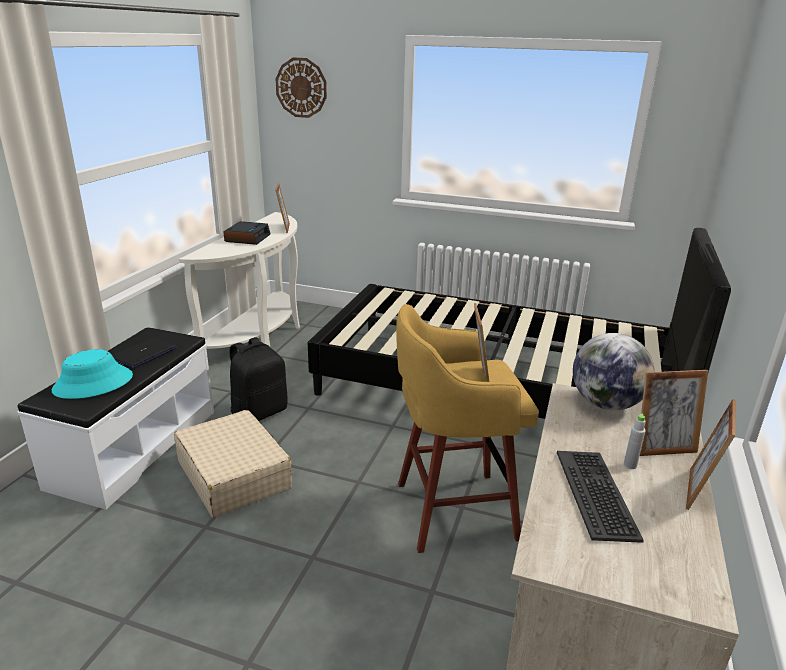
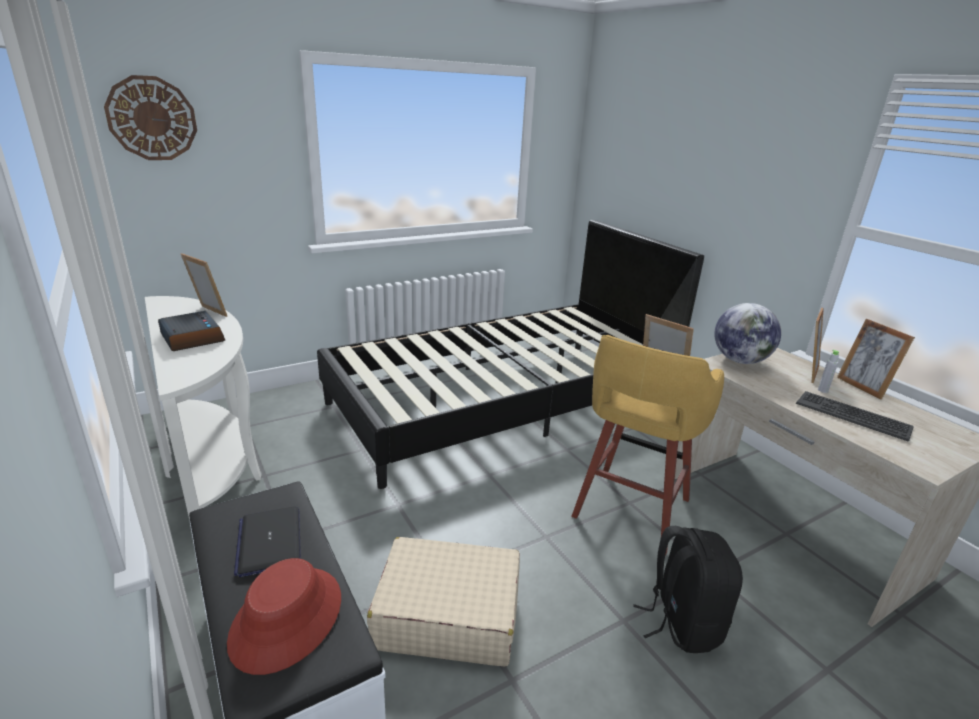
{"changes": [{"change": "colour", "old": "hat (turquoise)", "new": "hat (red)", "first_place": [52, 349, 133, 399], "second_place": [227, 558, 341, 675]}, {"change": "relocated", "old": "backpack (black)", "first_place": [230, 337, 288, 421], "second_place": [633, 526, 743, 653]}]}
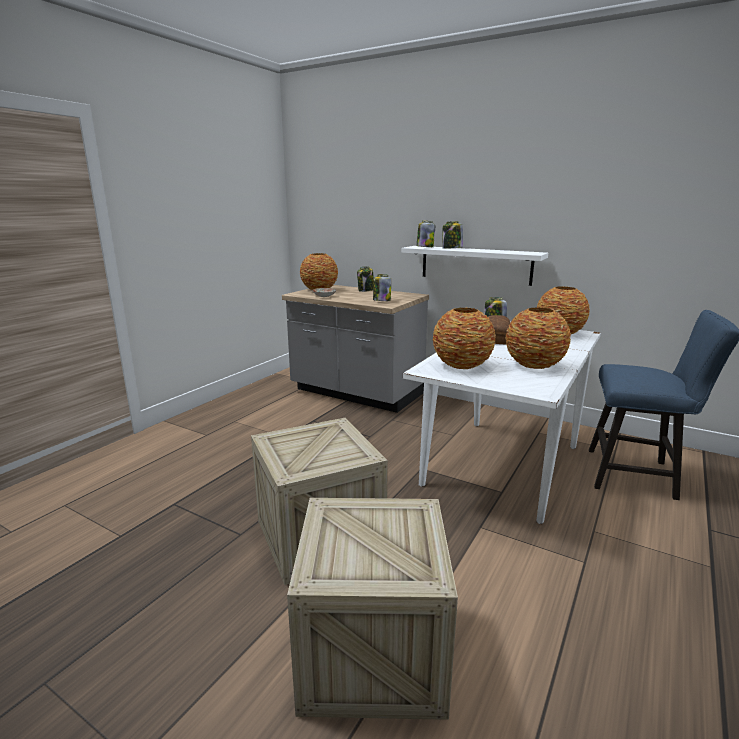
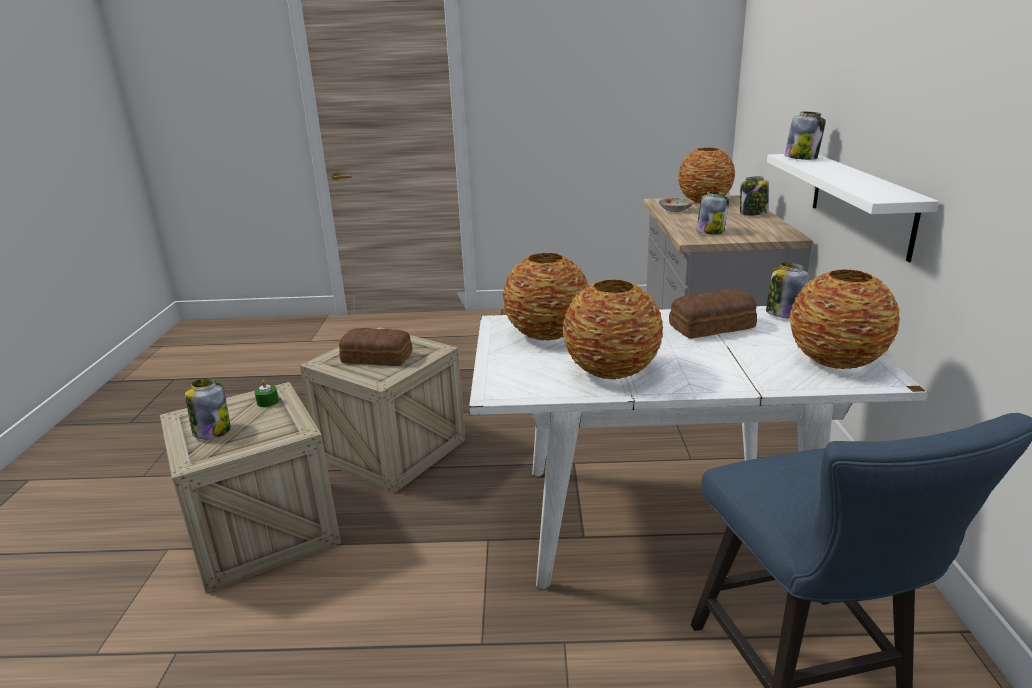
{"changes": [{"change": "relocated", "old": "jar", "first_place": [442, 221, 463, 249], "second_place": [185, 378, 231, 439]}, {"change": "appeared", "new": "candle (green)", "second_place": [254, 380, 279, 407]}, {"change": "appeared", "new": "bread", "second_place": [339, 328, 413, 366]}]}
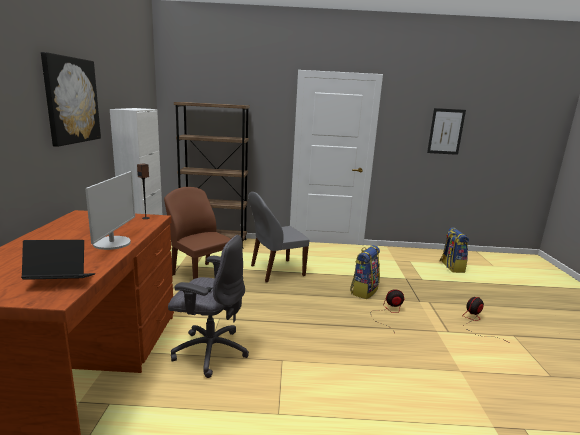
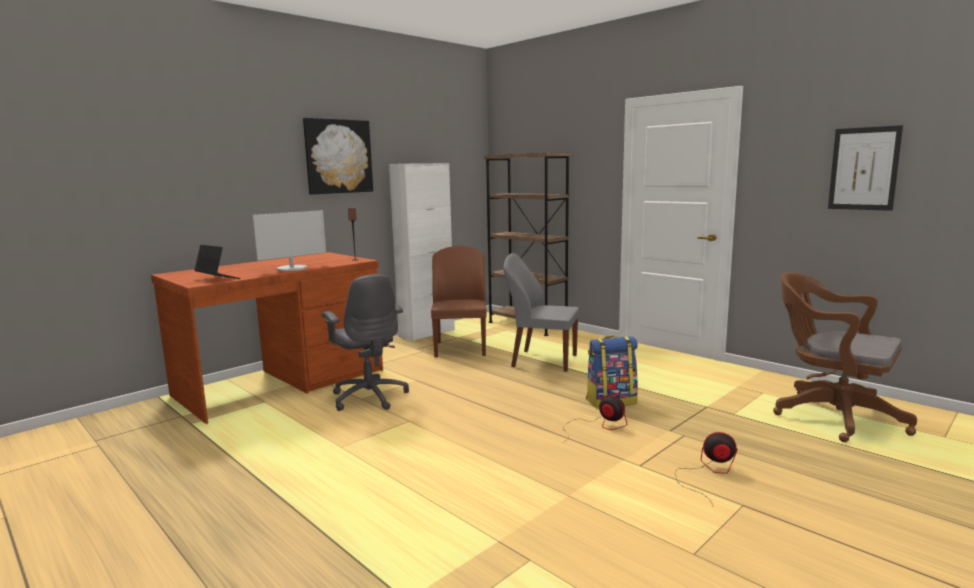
{"changes": [{"change": "exchanged", "old": "backpack", "new": "office chair (brown)", "first_place": [440, 227, 469, 273], "second_place": [773, 272, 917, 442]}]}
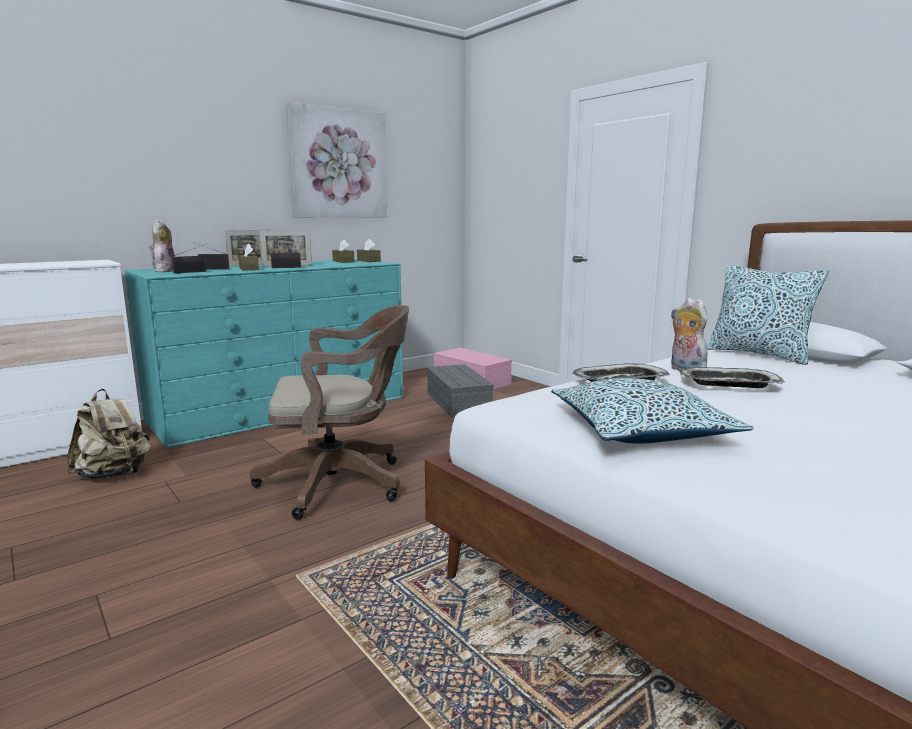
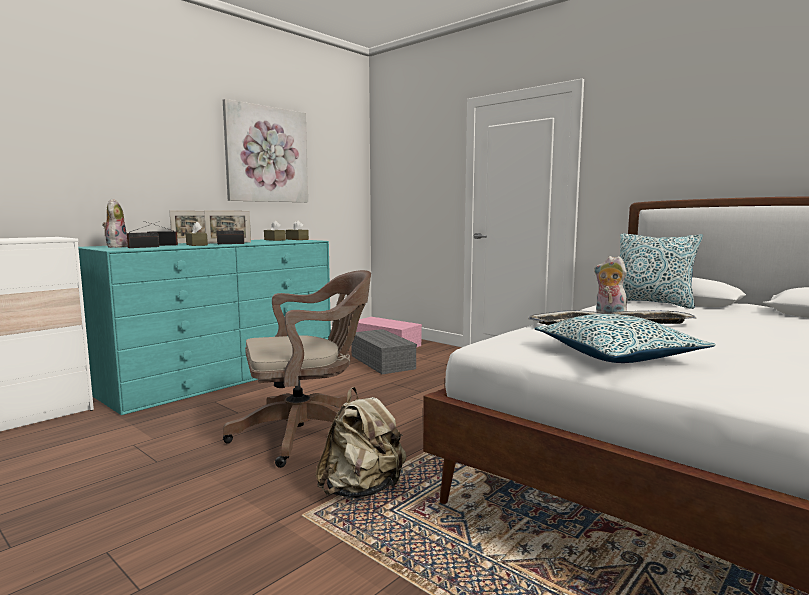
{"changes": [{"change": "relocated", "old": "backpack (beige)", "first_place": [67, 389, 150, 480], "second_place": [315, 387, 407, 499]}]}
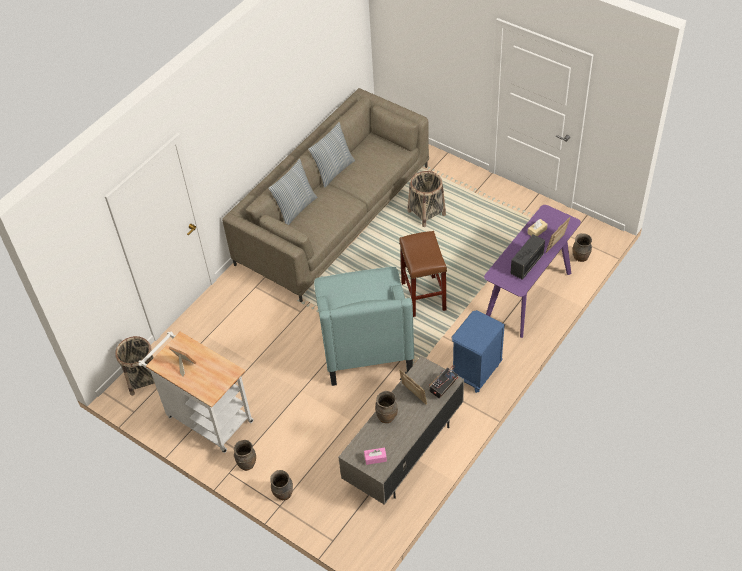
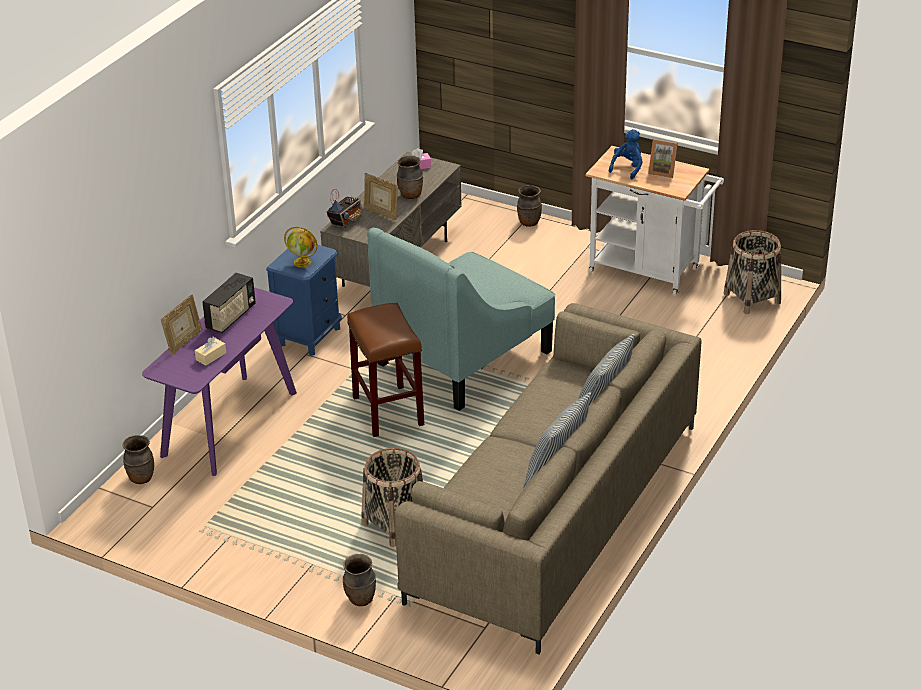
{"changes": [{"change": "relocated", "old": "vase (brown)", "first_place": [234, 440, 256, 471], "second_place": [343, 554, 376, 606]}, {"change": "spun", "old": "armchair (turquoise)", "first_place": [314, 267, 414, 386], "second_place": [367, 227, 555, 411], "degrees": -120}, {"change": "appeared", "new": "globe", "second_place": [284, 227, 317, 268]}, {"change": "appeared", "new": "plush toy (blue)", "second_place": [609, 129, 643, 179]}]}
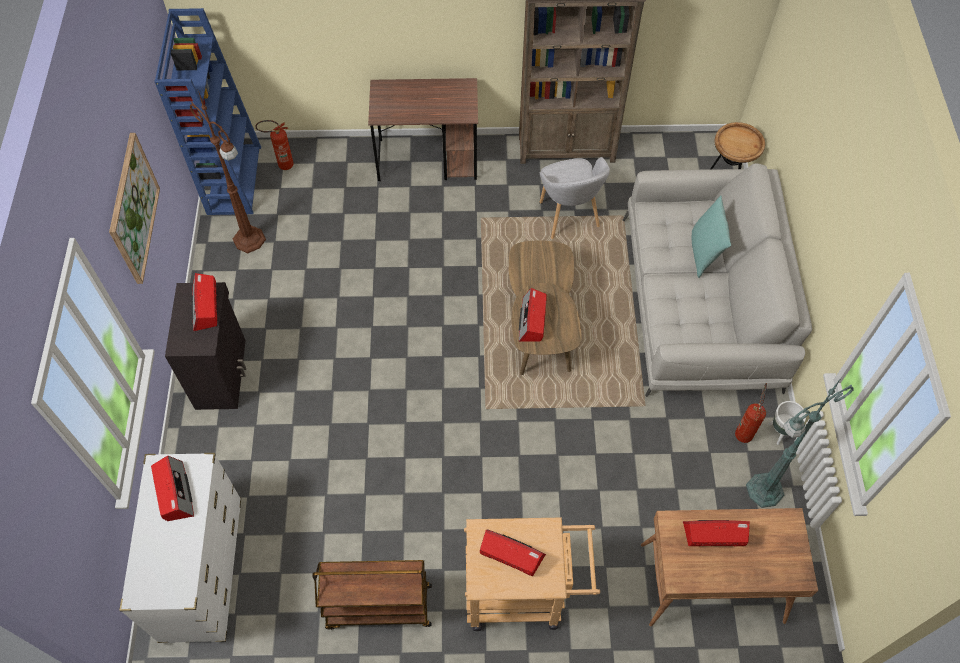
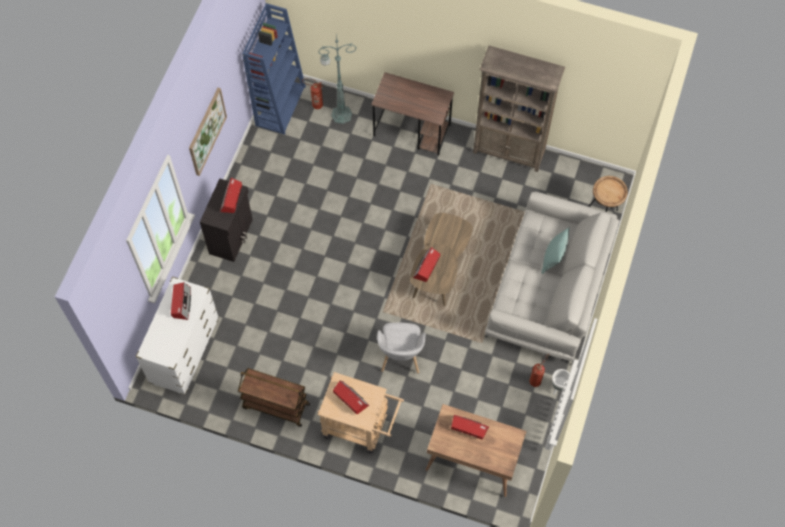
{"changes": [{"change": "missing", "old": "floor lamp (brown)", "first_place": [190, 91, 266, 253]}, {"change": "relocated", "old": "armchair (grey)", "first_place": [539, 157, 610, 239], "second_place": [377, 323, 425, 374]}, {"change": "relocated", "old": "floor lamp (green)", "first_place": [746, 378, 854, 508], "second_place": [318, 34, 356, 124]}]}
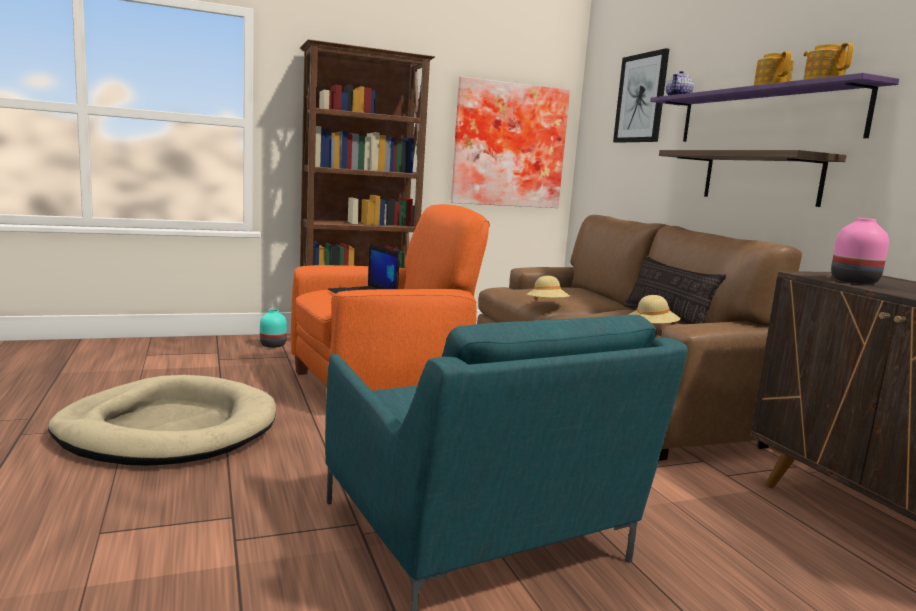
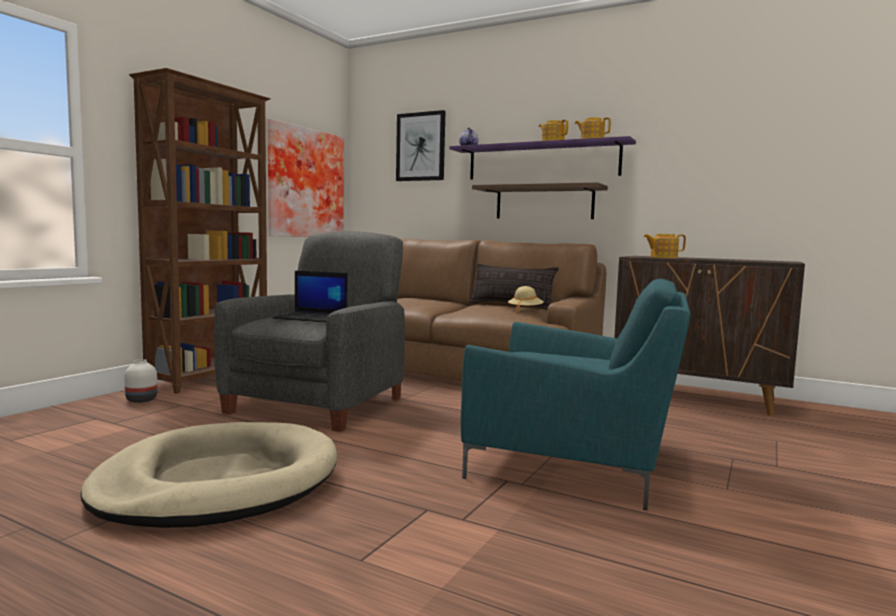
{"changes": [{"change": "colour", "old": "vase (turquoise)", "new": "vase (white)", "first_place": [260, 309, 287, 348], "second_place": [124, 359, 157, 403]}, {"change": "colour", "old": "armchair (orange)", "new": "armchair (grey)", "first_place": [291, 204, 490, 391], "second_place": [214, 231, 405, 432]}, {"change": "missing", "old": "hat (beige)", "first_place": [527, 276, 570, 301]}, {"change": "exchanged", "old": "vase (pink)", "new": "teapot", "first_place": [831, 218, 889, 284], "second_place": [643, 234, 686, 258]}]}
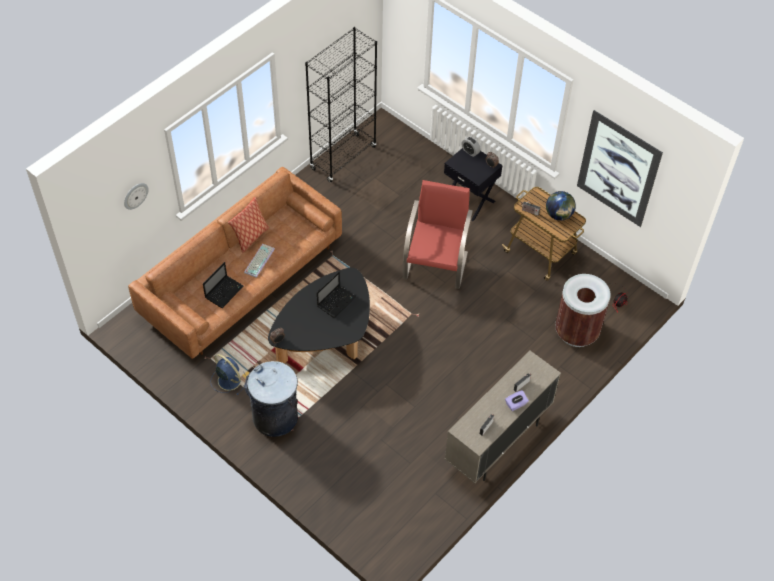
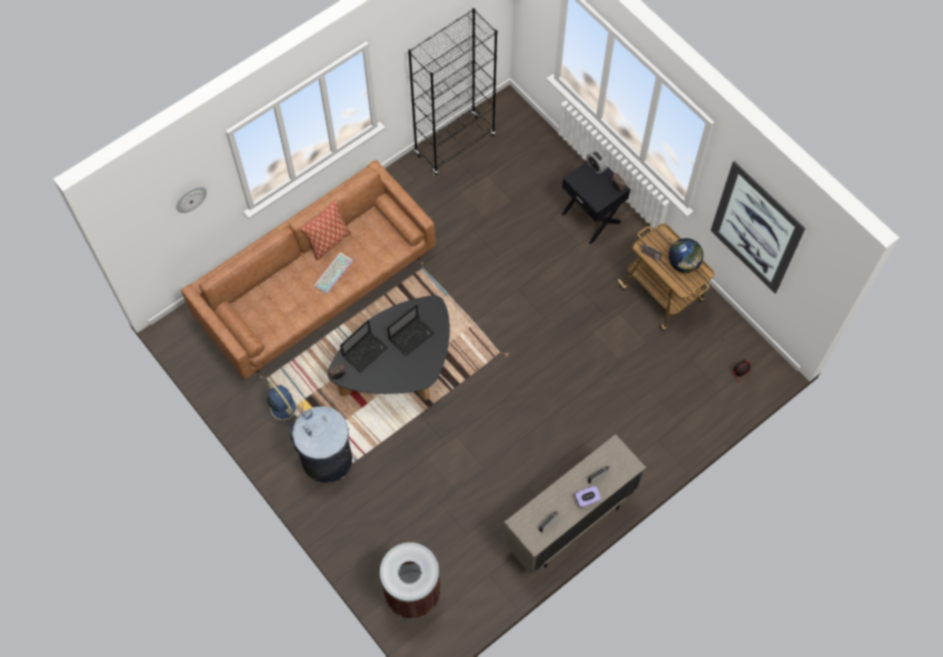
{"changes": [{"change": "relocated", "old": "laptop", "first_place": [203, 262, 244, 308], "second_place": [340, 320, 388, 373]}, {"change": "missing", "old": "armchair (red)", "first_place": [403, 180, 473, 289]}, {"change": "relocated", "old": "trash can (brown)", "first_place": [555, 274, 611, 347], "second_place": [380, 543, 440, 619]}]}
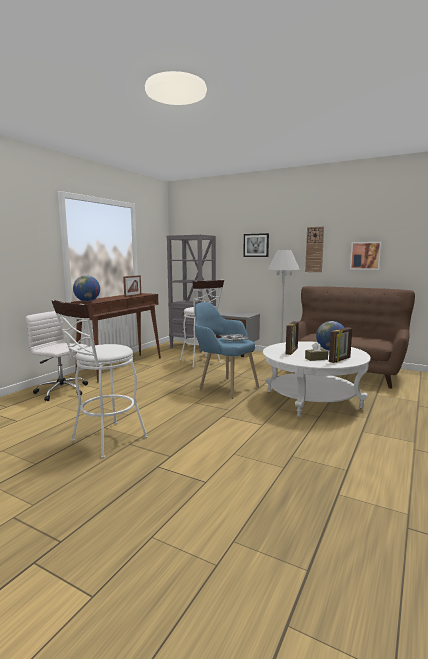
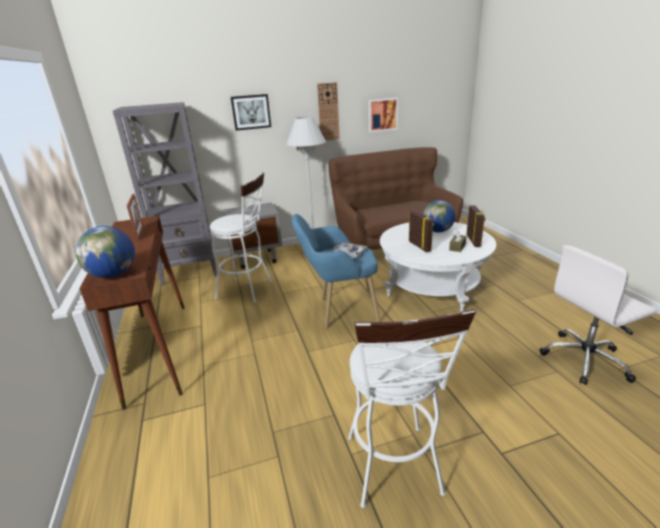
{"changes": [{"change": "relocated", "old": "office chair (white)", "first_place": [26, 311, 88, 401], "second_place": [539, 245, 657, 385]}]}
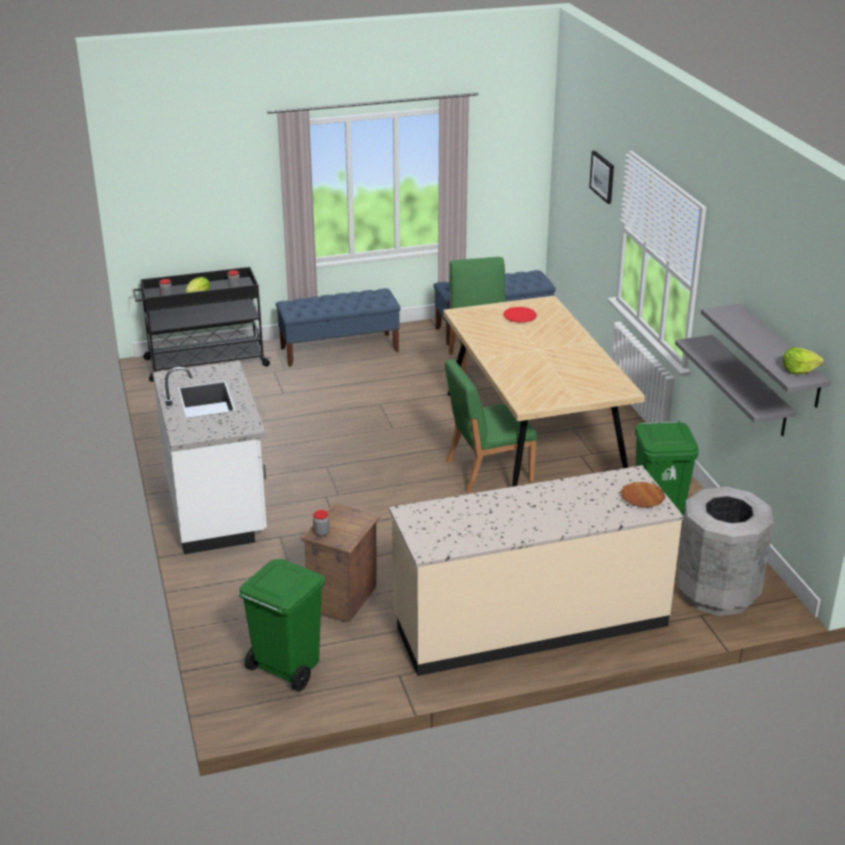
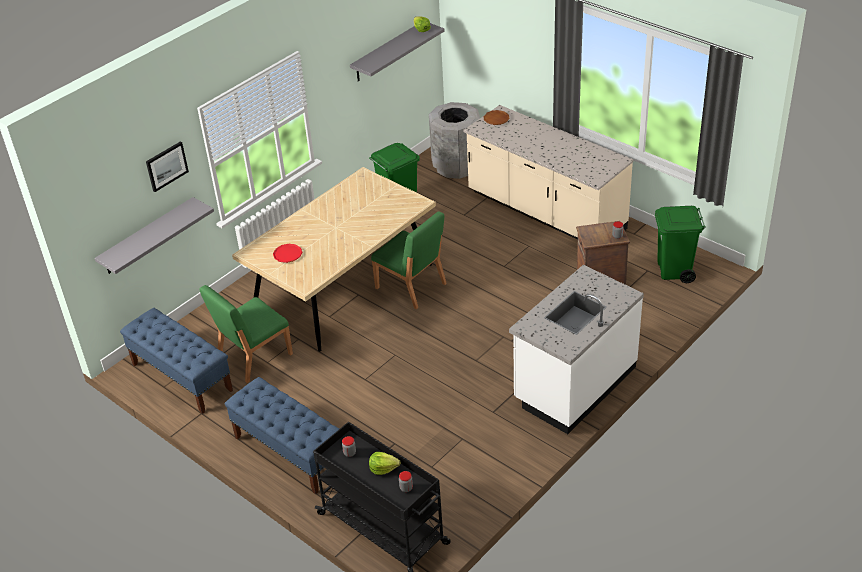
{"changes": [{"change": "relocated", "old": "shelf (grey)", "first_place": [675, 335, 796, 436], "second_place": [95, 197, 214, 274]}]}
